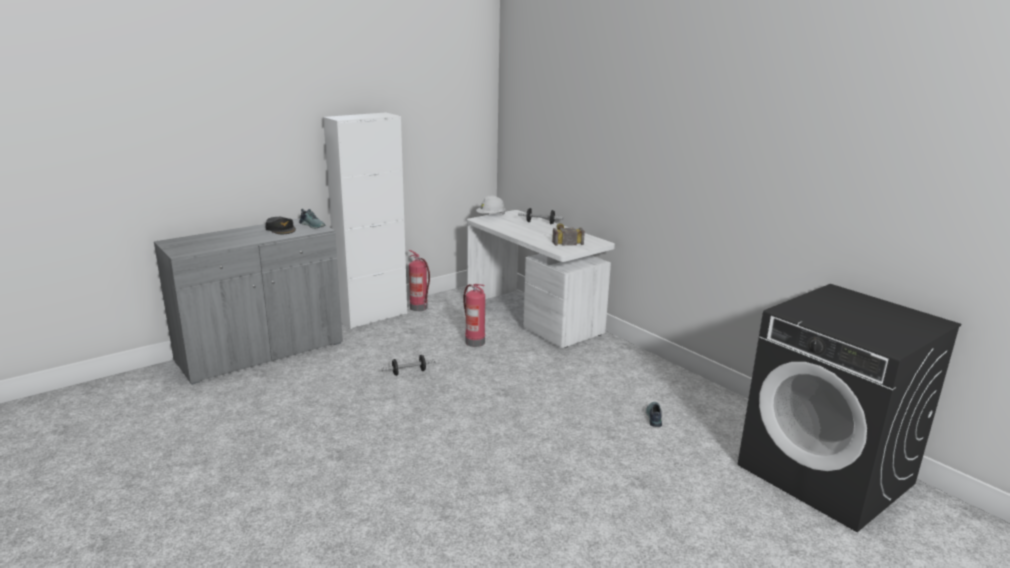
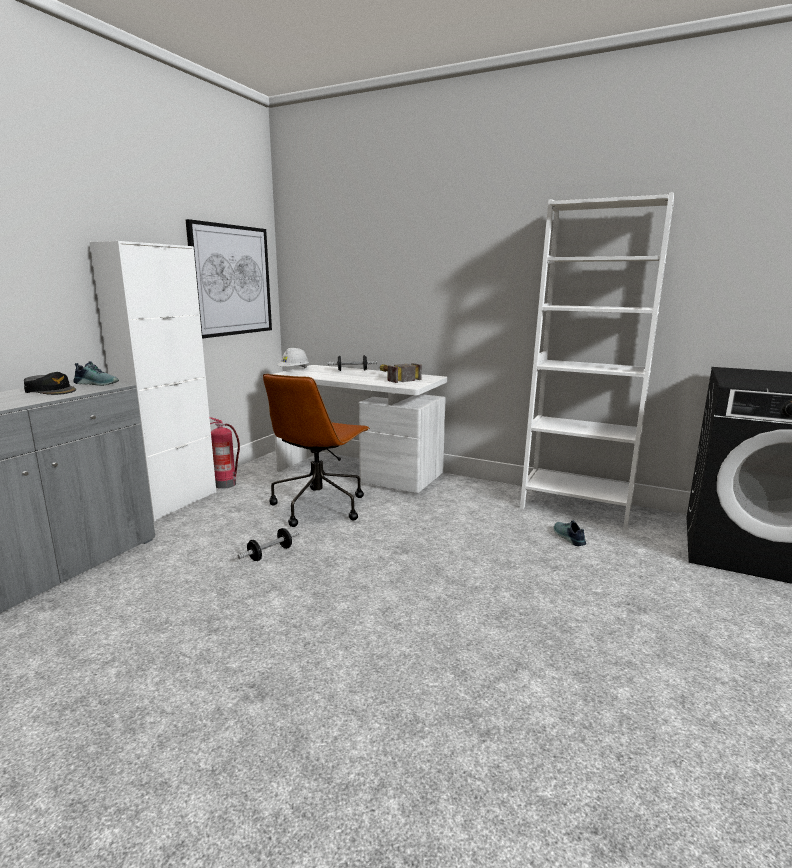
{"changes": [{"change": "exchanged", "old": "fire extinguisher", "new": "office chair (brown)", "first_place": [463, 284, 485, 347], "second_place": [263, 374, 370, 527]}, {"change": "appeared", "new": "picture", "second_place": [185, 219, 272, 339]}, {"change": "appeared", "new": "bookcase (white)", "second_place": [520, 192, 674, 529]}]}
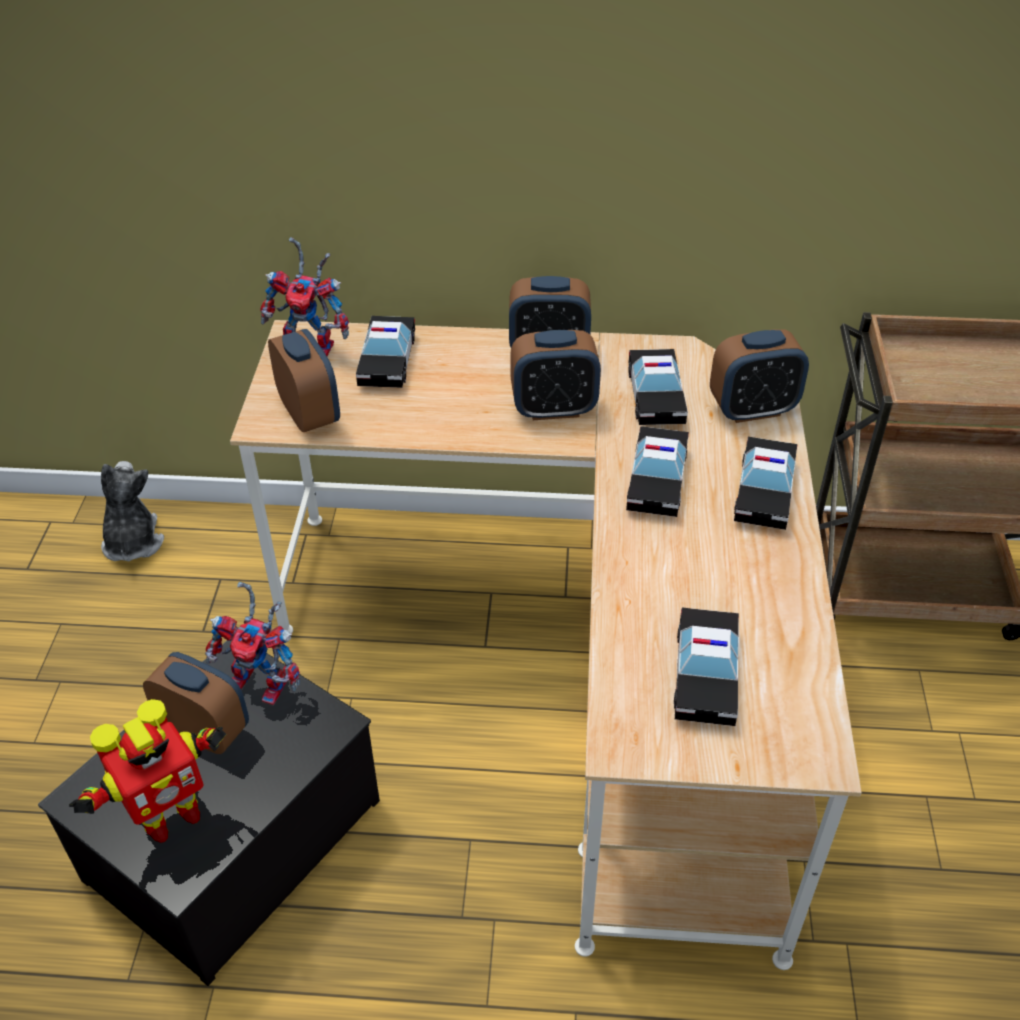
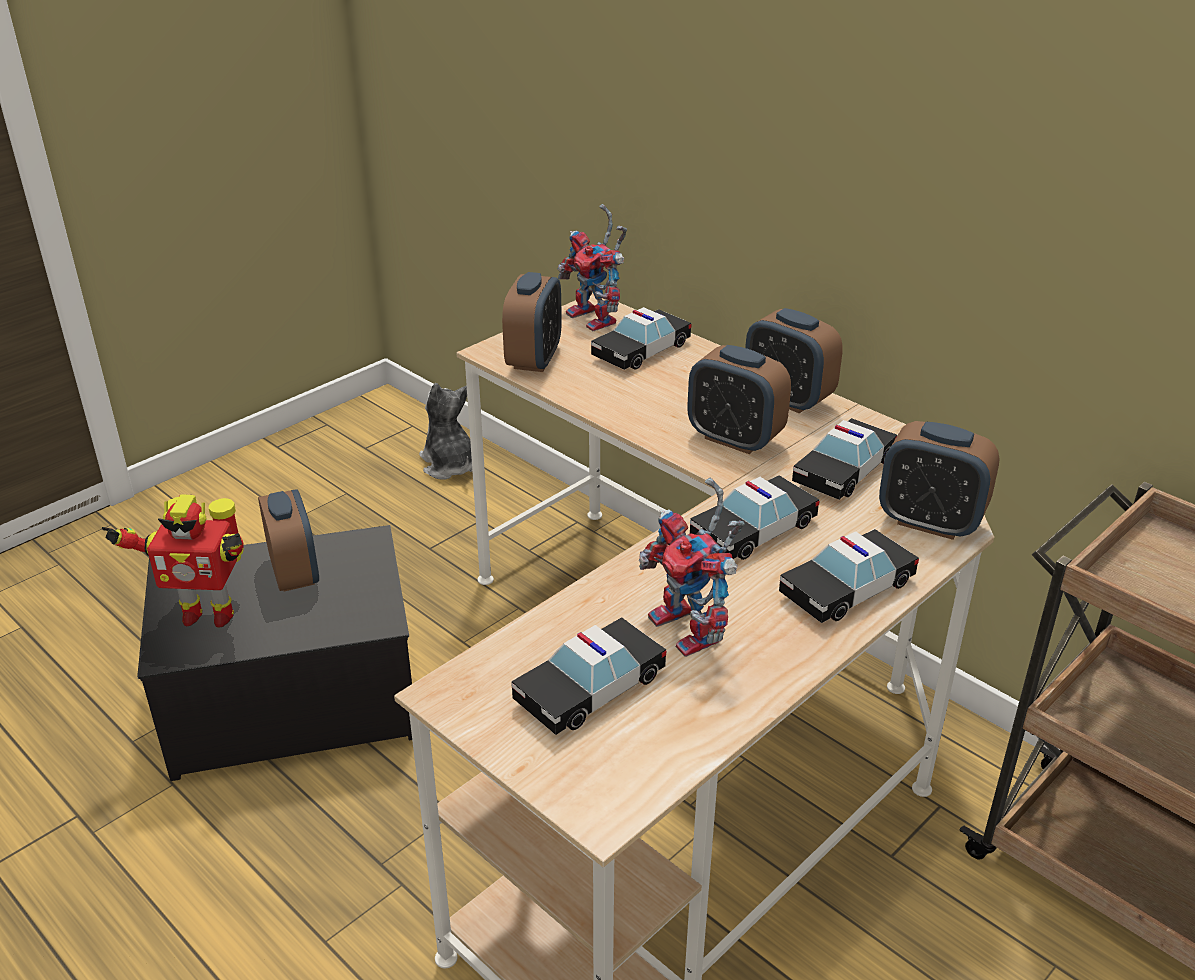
{"changes": [{"change": "spun", "old": "plush toy", "first_place": [101, 461, 164, 561], "second_place": [419, 383, 472, 480], "degrees": -60}, {"change": "relocated", "old": "toy robot", "first_place": [205, 582, 300, 706], "second_place": [639, 478, 745, 657]}]}
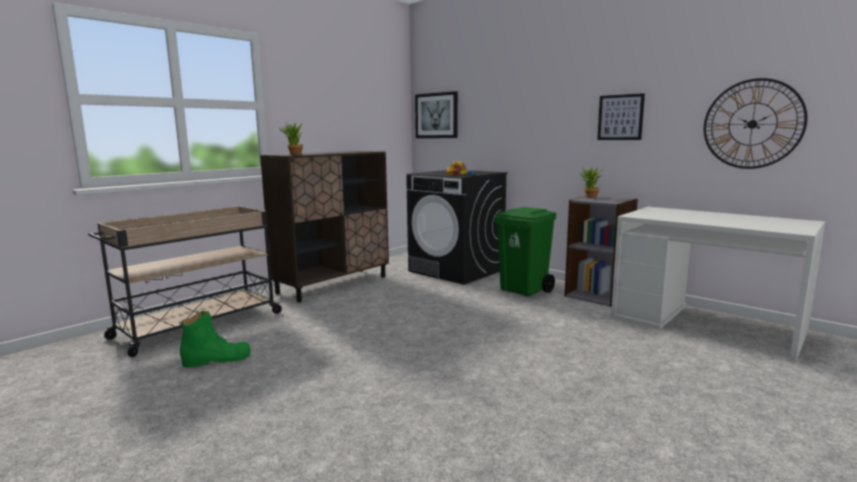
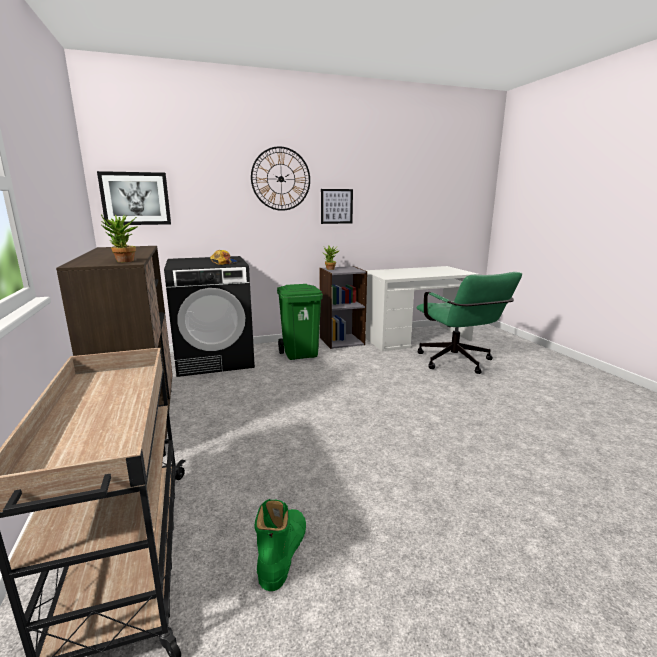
{"changes": [{"change": "relocated", "old": "wall clock", "first_place": [704, 78, 808, 169], "second_place": [251, 146, 310, 211]}, {"change": "appeared", "new": "office chair (green)", "second_place": [416, 272, 522, 374]}]}
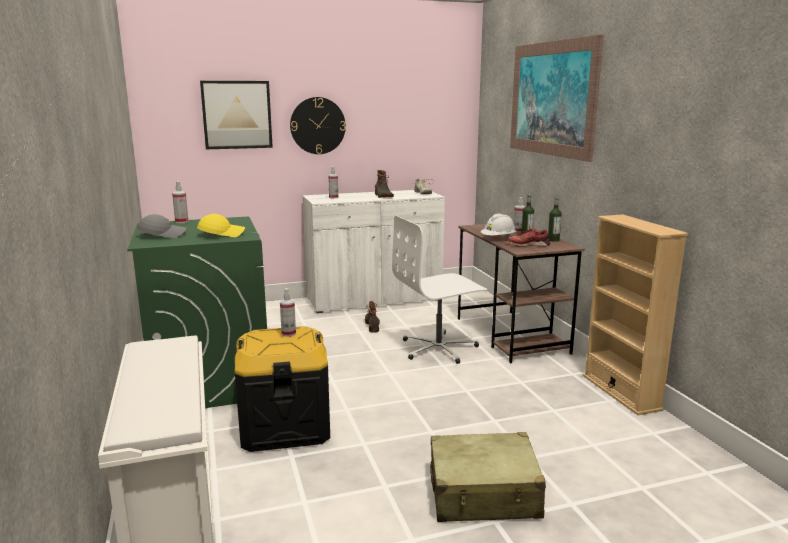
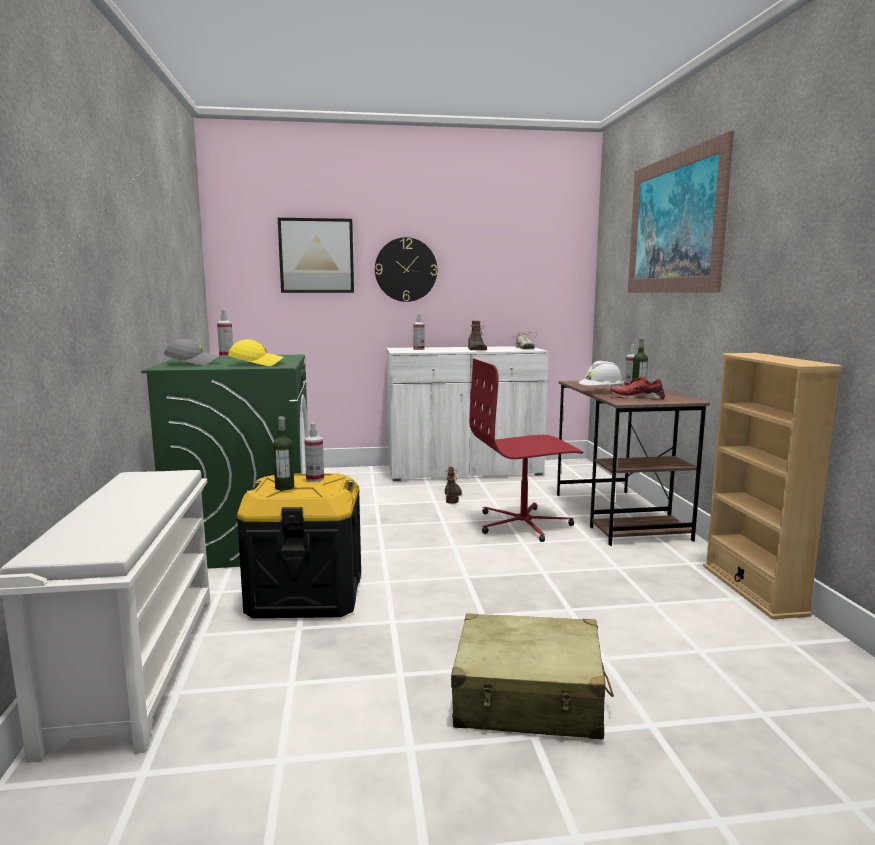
{"changes": [{"change": "colour", "old": "office chair (white)", "new": "office chair (red)", "first_place": [392, 215, 488, 364], "second_place": [469, 359, 583, 542]}, {"change": "relocated", "old": "bottle", "first_place": [548, 196, 562, 242], "second_place": [273, 416, 294, 490]}]}
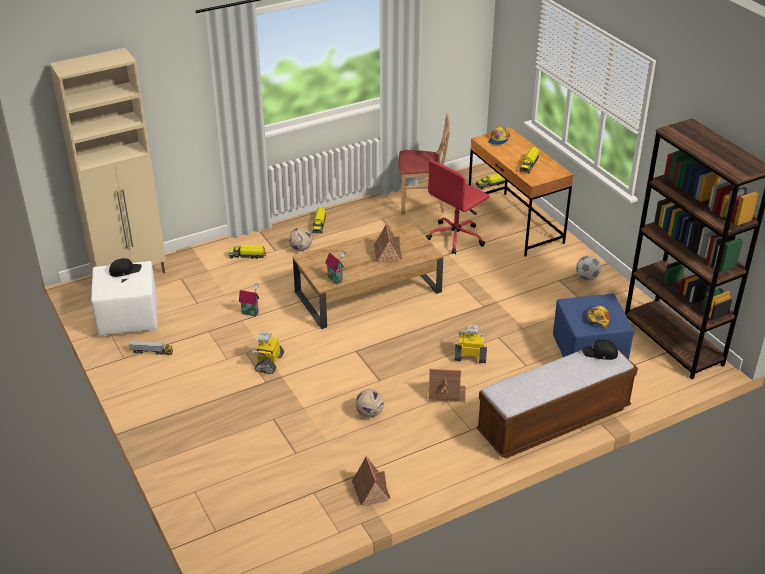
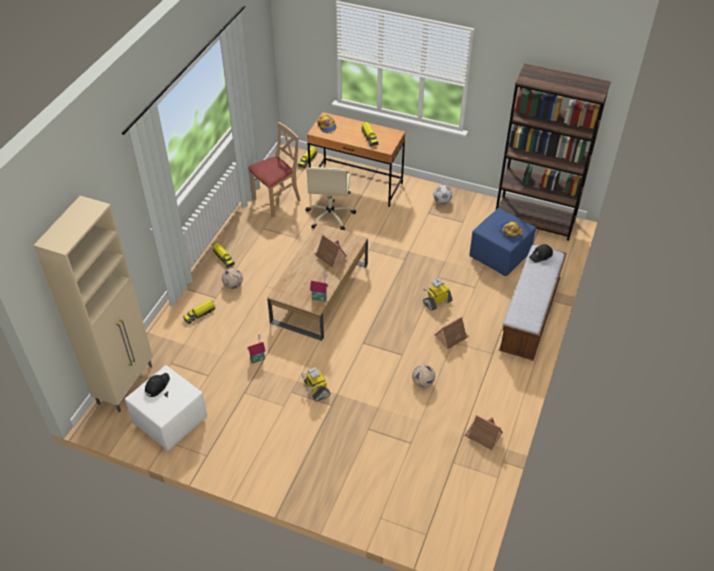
{"changes": [{"change": "missing", "old": "toy truck", "first_place": [129, 341, 173, 355]}, {"change": "colour", "old": "office chair (red)", "new": "office chair (beige)", "first_place": [425, 161, 489, 254], "second_place": [306, 167, 356, 230]}]}
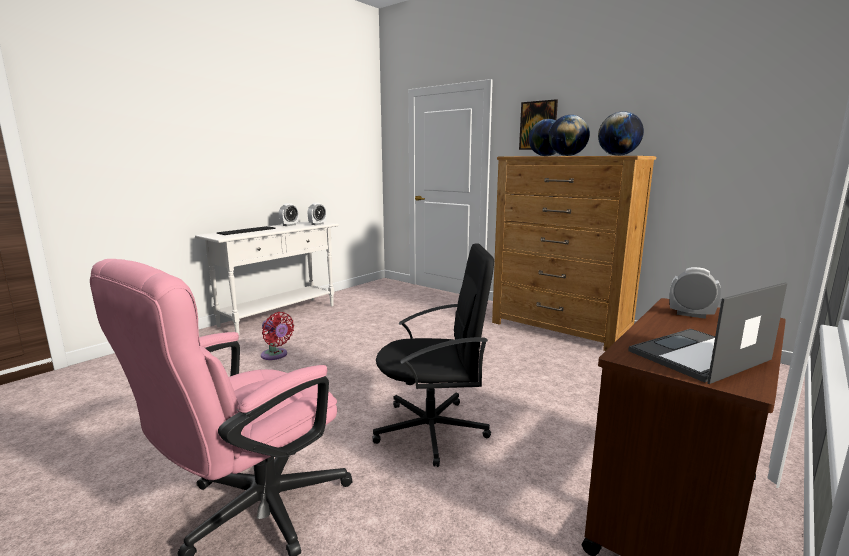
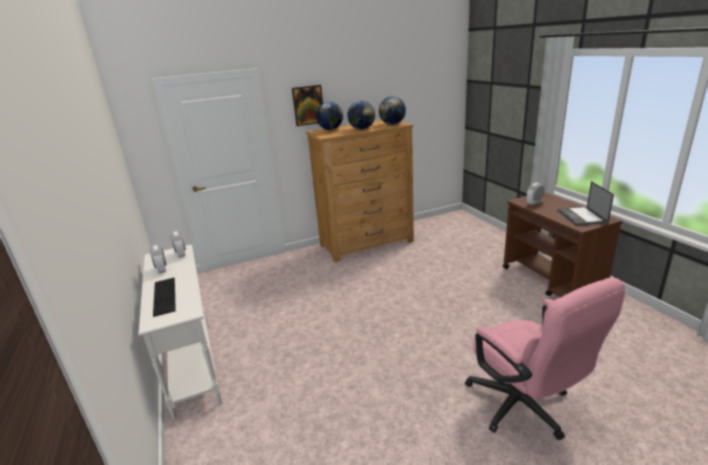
{"changes": [{"change": "missing", "old": "fan (red)", "first_place": [261, 312, 294, 360]}, {"change": "missing", "old": "office chair (black)", "first_place": [373, 243, 494, 467]}]}
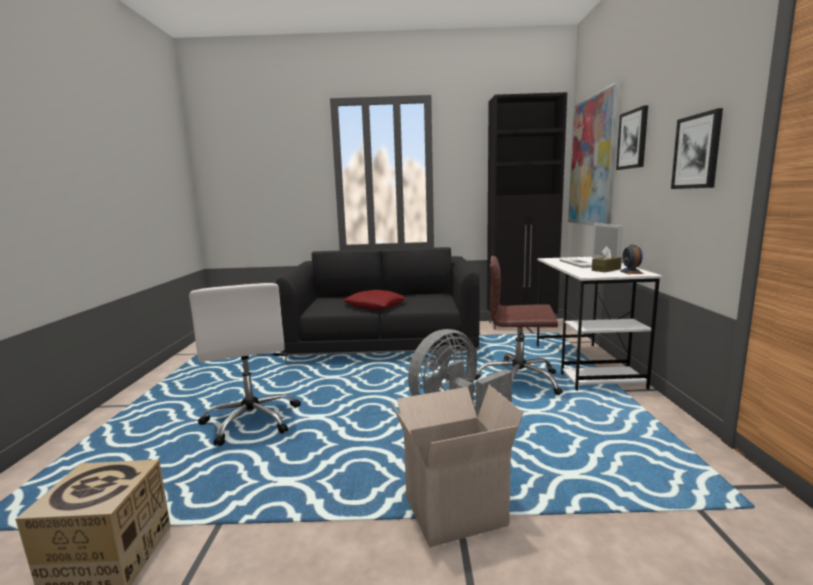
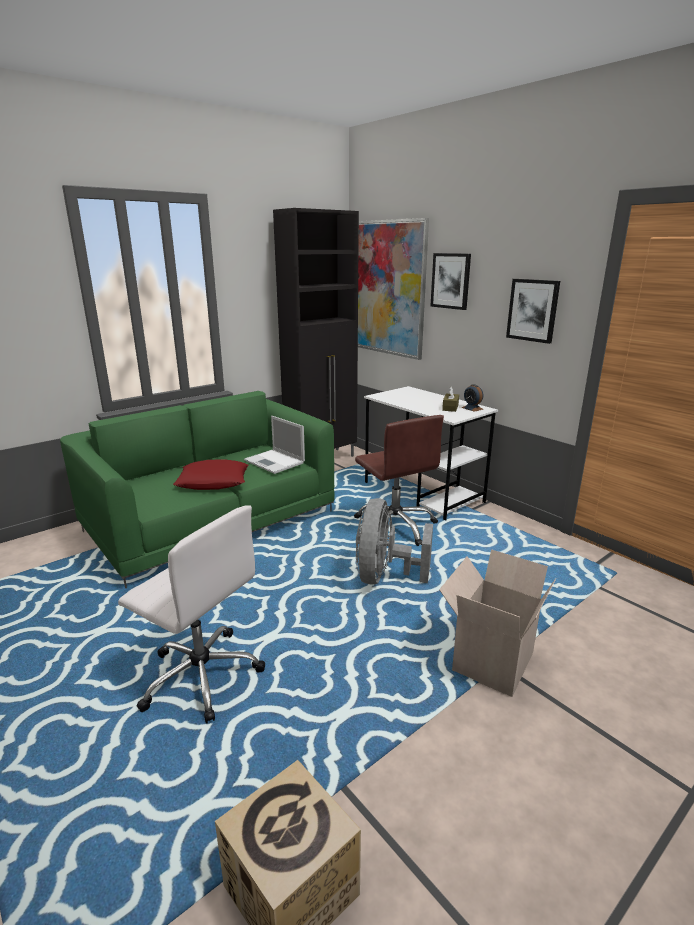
{"changes": [{"change": "colour", "old": "sofa (black)", "new": "sofa (green)", "first_place": [276, 247, 480, 364], "second_place": [60, 391, 335, 588]}, {"change": "spun", "old": "office chair (brown)", "first_place": [474, 256, 563, 395], "second_place": [354, 415, 444, 546], "degrees": -90}, {"change": "relocated", "old": "laptop", "first_place": [559, 223, 623, 268], "second_place": [244, 416, 305, 474]}]}
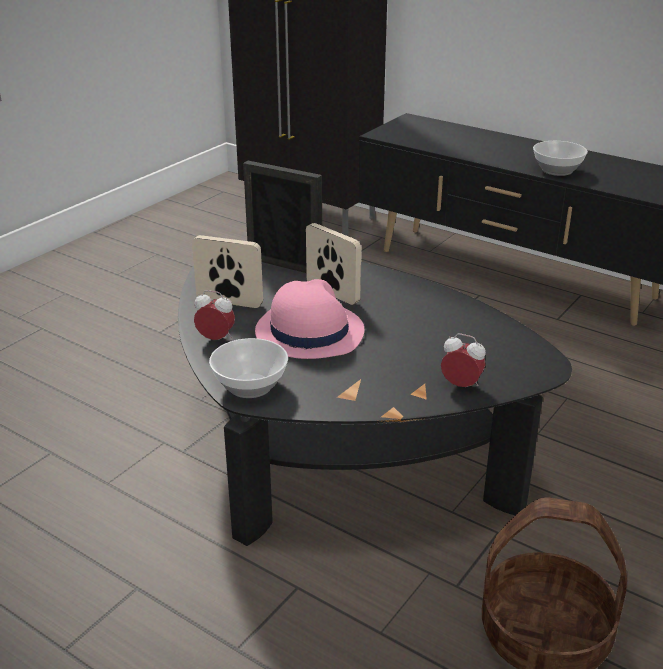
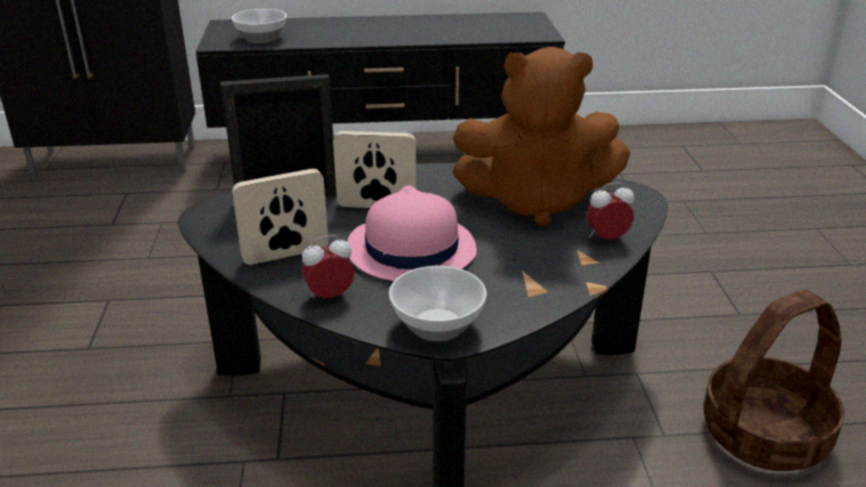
{"changes": [{"change": "relocated", "old": "bowl", "first_place": [533, 141, 588, 176], "second_place": [232, 9, 287, 43]}, {"change": "appeared", "new": "plush toy (brown)", "second_place": [452, 47, 630, 226]}]}
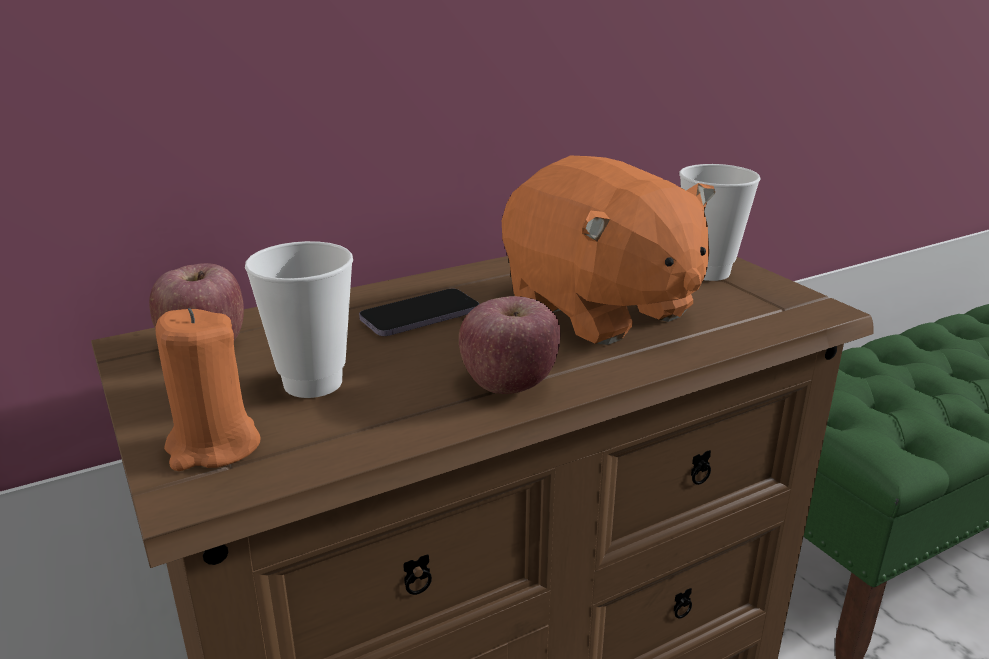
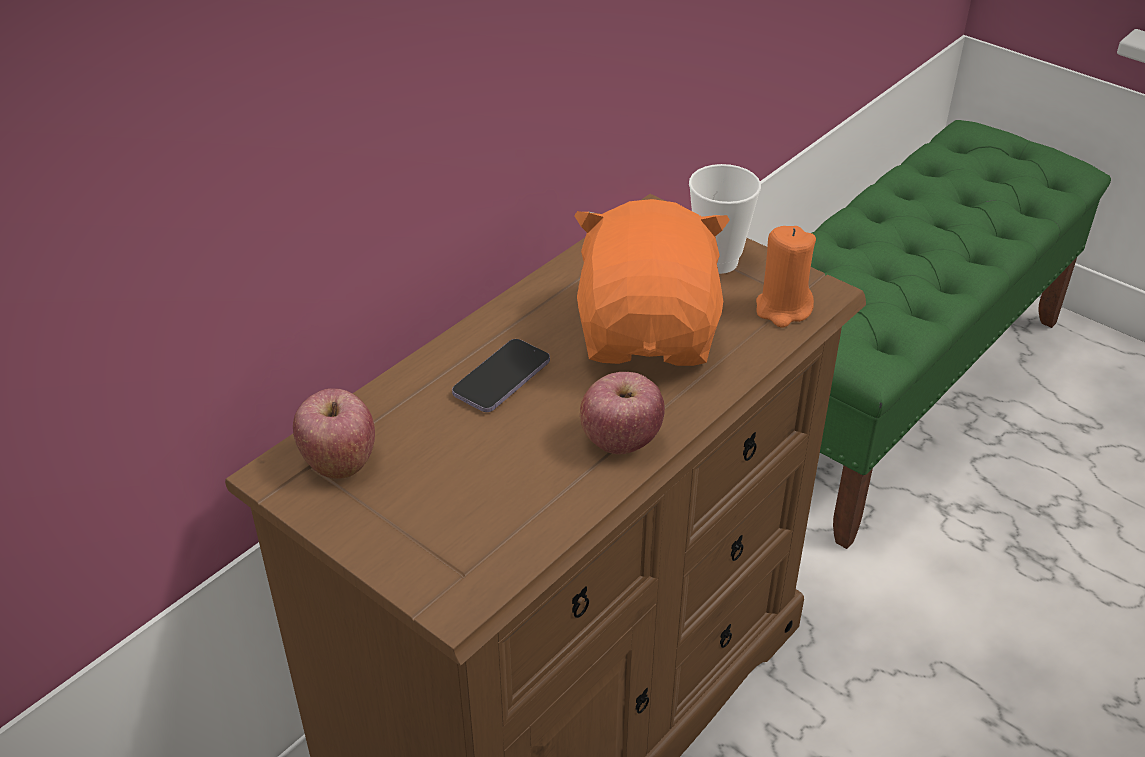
{"changes": [{"change": "relocated", "old": "candle (orange)", "first_place": [156, 308, 260, 471], "second_place": [756, 226, 816, 328]}, {"change": "missing", "old": "cup", "first_place": [245, 241, 353, 398]}, {"change": "spun", "old": "plush toy (orange)", "first_place": [502, 156, 715, 345], "second_place": [574, 199, 730, 366], "degrees": -120}]}
